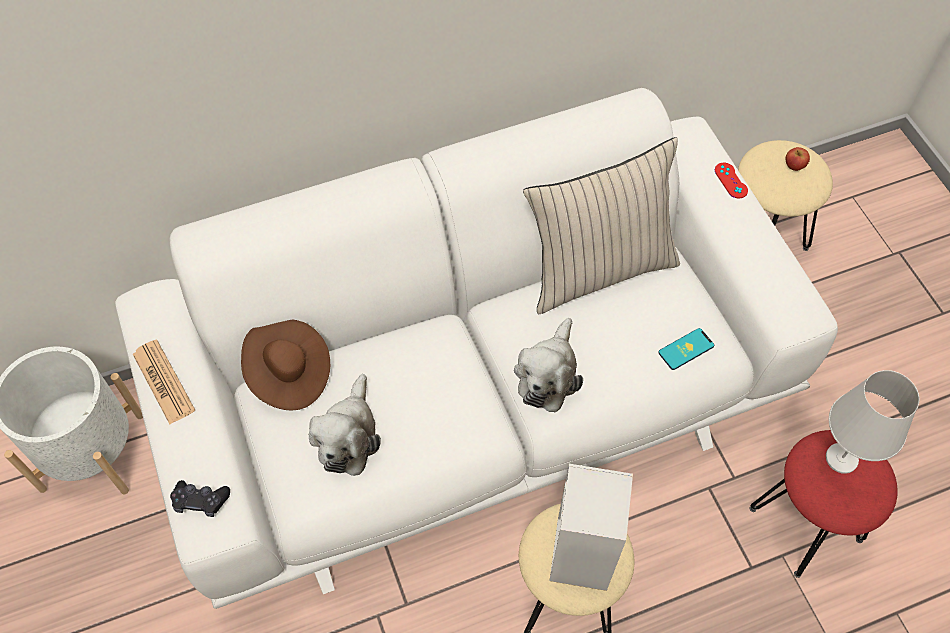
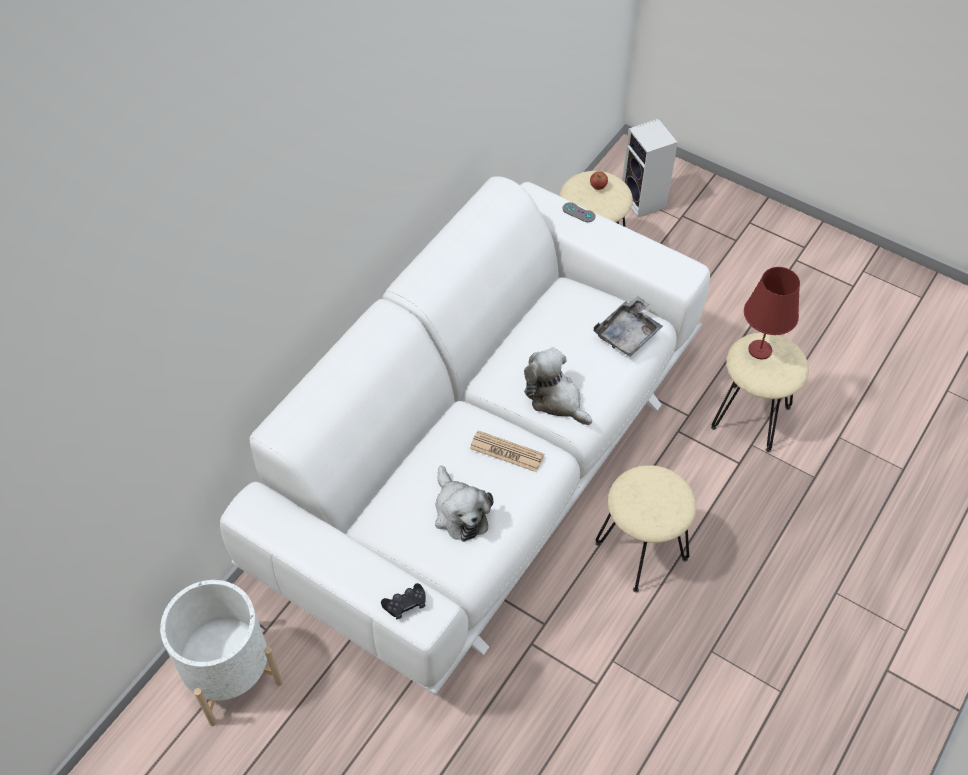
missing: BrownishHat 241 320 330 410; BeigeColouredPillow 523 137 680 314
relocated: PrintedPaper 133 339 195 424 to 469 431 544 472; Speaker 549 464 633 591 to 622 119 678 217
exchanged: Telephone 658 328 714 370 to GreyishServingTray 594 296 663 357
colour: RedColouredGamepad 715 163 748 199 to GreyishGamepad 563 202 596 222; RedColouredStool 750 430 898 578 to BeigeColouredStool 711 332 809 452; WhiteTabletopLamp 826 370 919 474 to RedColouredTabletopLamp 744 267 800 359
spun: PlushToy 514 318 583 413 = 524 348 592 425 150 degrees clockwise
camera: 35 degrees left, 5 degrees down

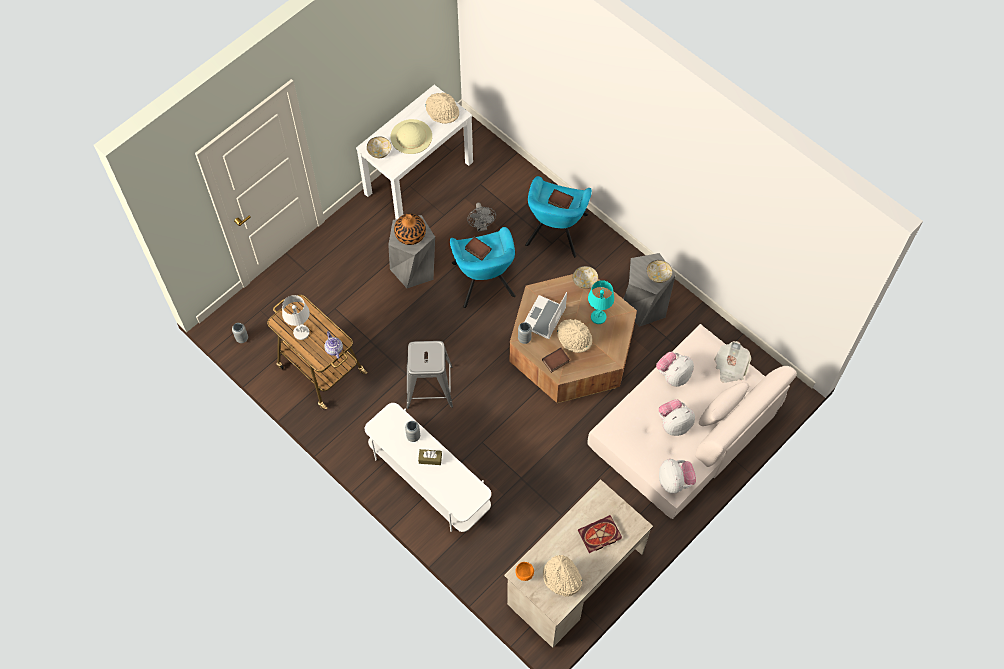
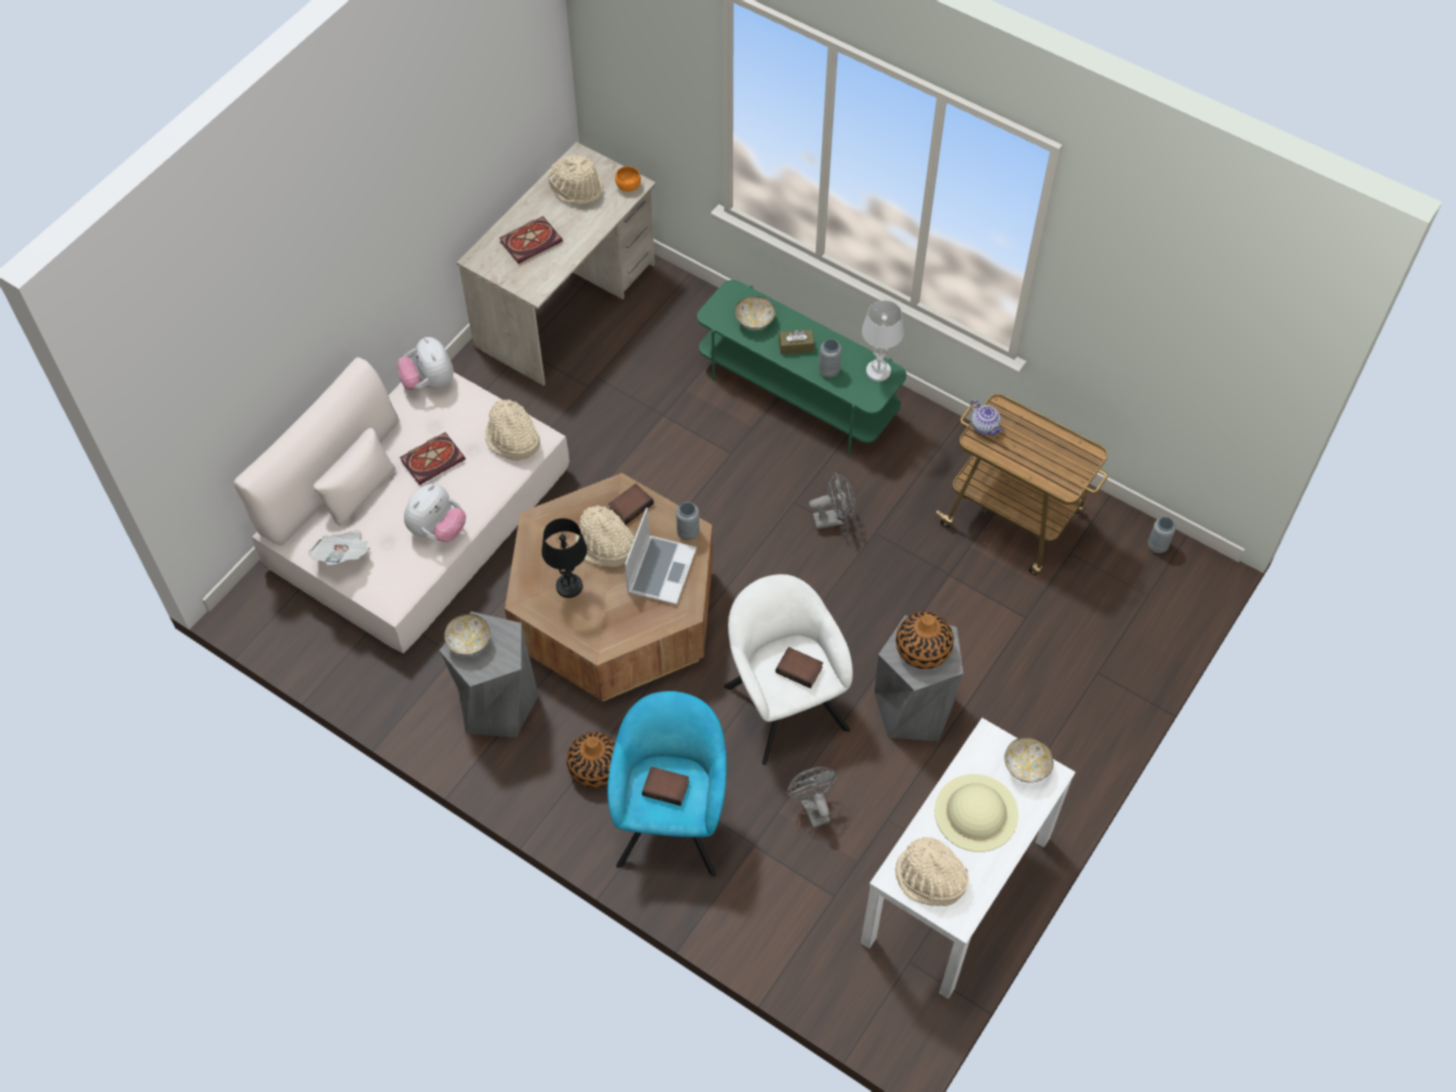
appeared: BeigeColouredHat 485 399 540 461; Vase 567 732 615 788
relocated: ServingBowl 573 266 598 289 to 735 296 775 330; WhiteTabletopLamp 282 295 310 340 to 862 300 904 381
exchanged: PlushToy 659 399 695 436 to Volume 400 432 466 485; GreyishStool 406 341 453 409 to GreyishFan 809 472 855 529
colour: BlueGreenTabletopLamp 588 280 614 324 to BlackishTabletopLamp 541 518 587 598; WhiteTvUnit 365 403 491 532 to GreenTvUnit 697 280 906 455; BlueGreenLoungeChair 450 227 516 308 to WhiteLoungeChair 724 574 853 765
camera: 170 degrees right, 5 degrees down

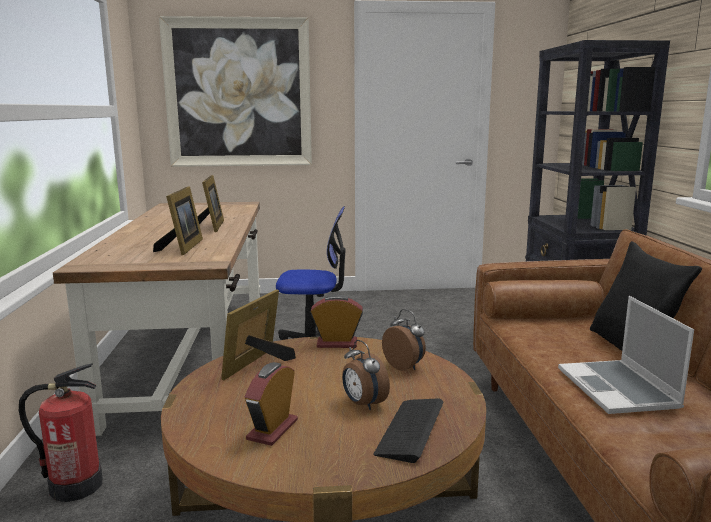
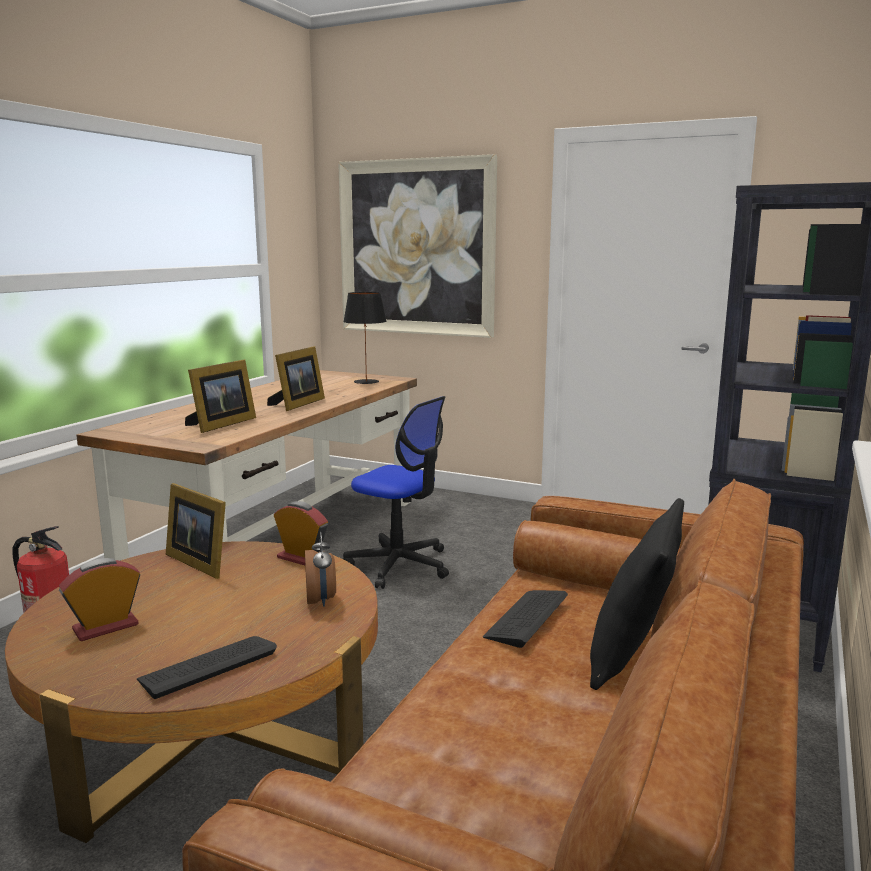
missing: TableClock 342 340 390 410; Laptop 558 296 694 414
appeared: BlackishTabletopLamp 343 292 386 384; Keyboard 483 590 568 648
spun: PictureFrame 221 289 296 380 = 166 483 226 579 105 degrees counterclockwise
camera: 30 degrees right, 0 degrees up

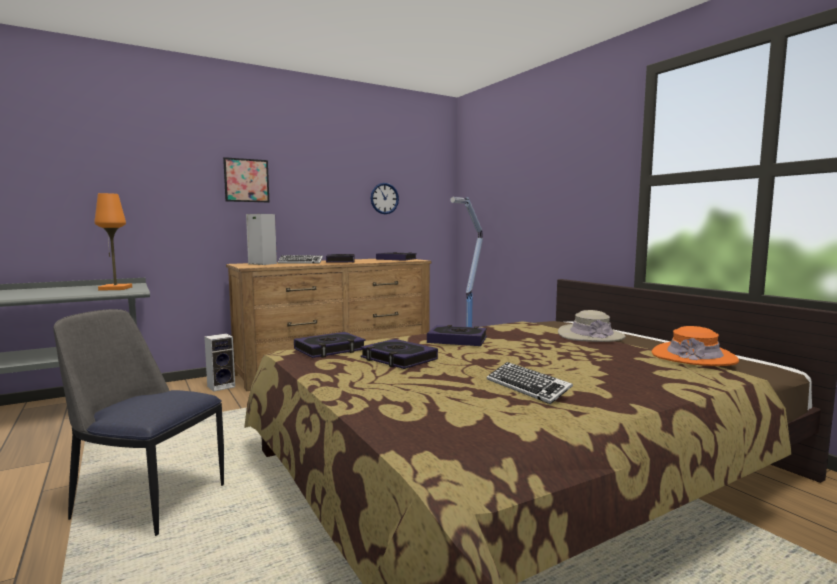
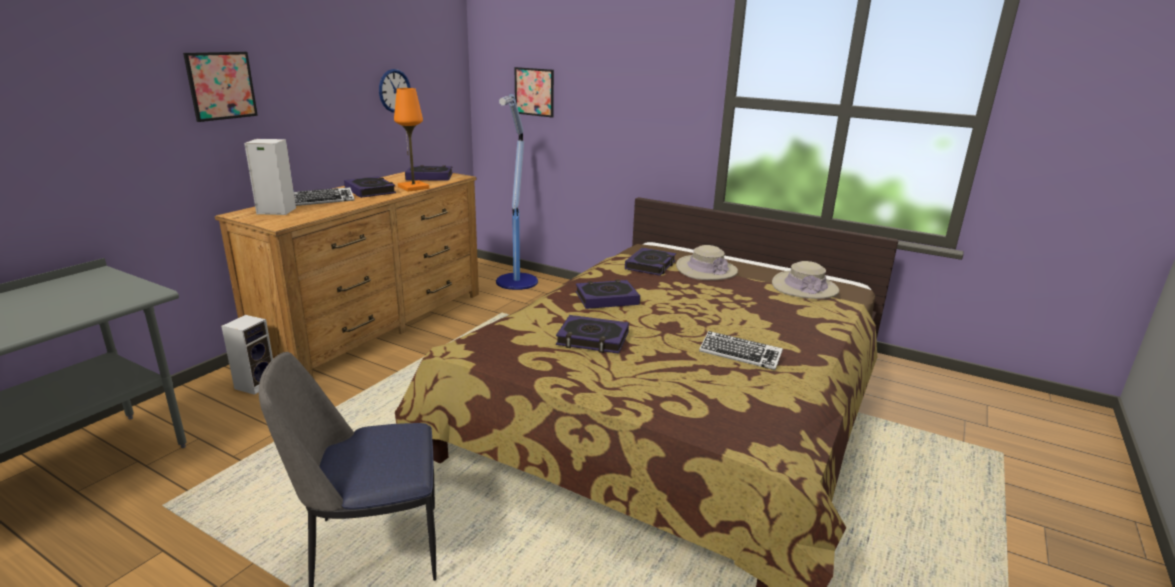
appeared: Picture 515 67 554 117
relocated: OrangeColouredTabletopLamp 94 193 132 291 to 394 88 429 192; Volume 294 332 366 358 to 625 248 676 276
colour: OrangeColouredHat 652 326 739 366 to BeigeColouredHat 772 261 839 299
camera: 30 degrees left, 15 degrees up

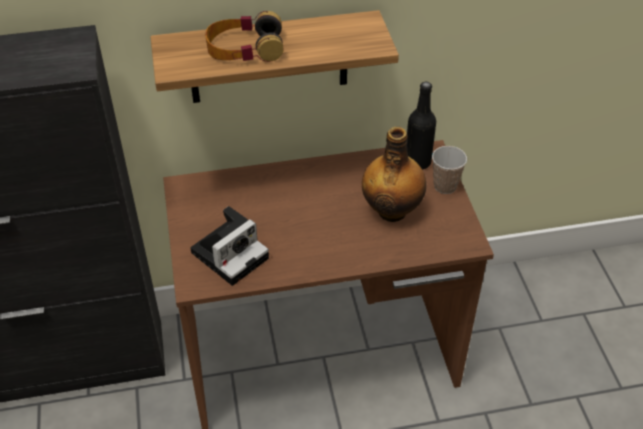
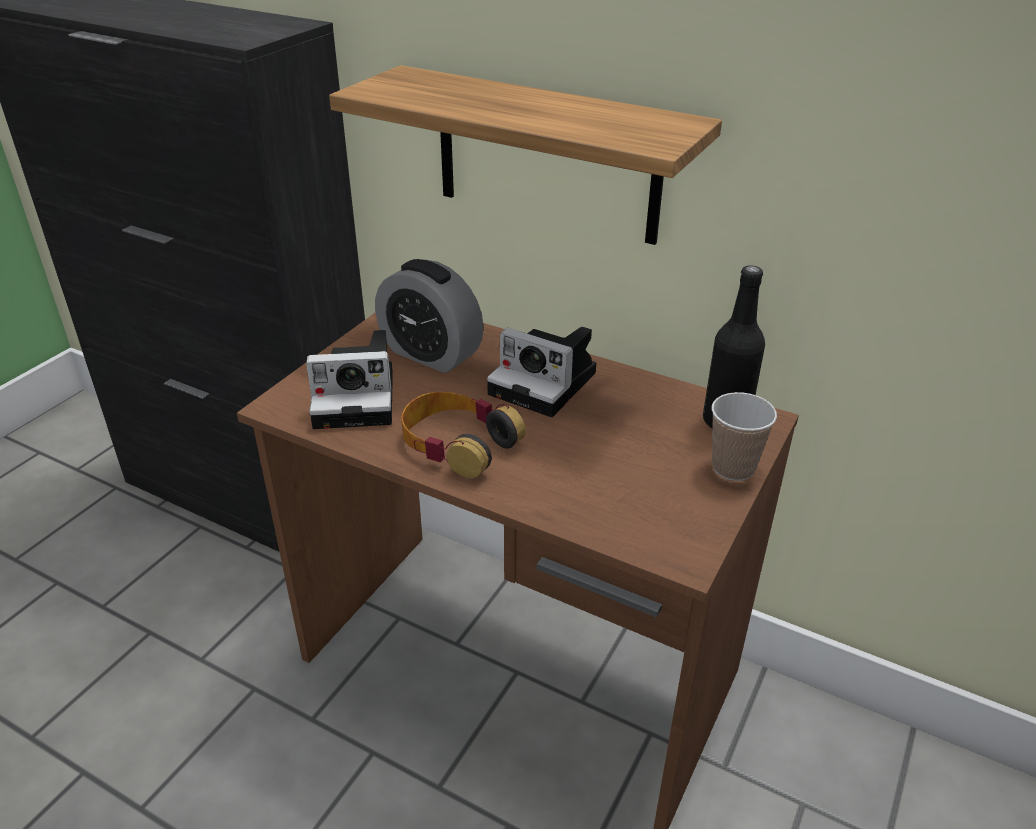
missing: DrinkBottle 362 127 426 222
appeared: TableClock 375 259 484 373; PhotoCamera 487 327 597 417
relocated: Headphones 205 11 284 62 to 401 392 526 478
camera: 40 degrees right, 10 degrees down

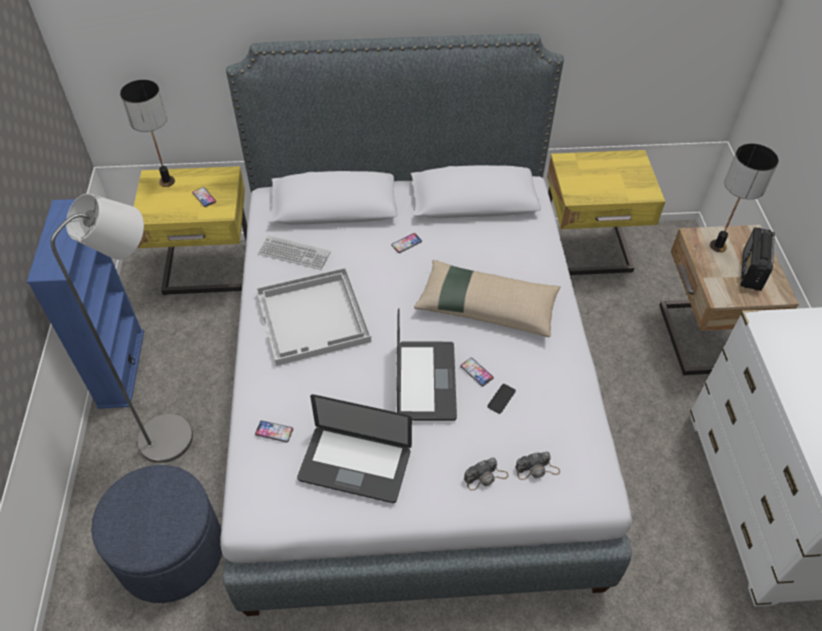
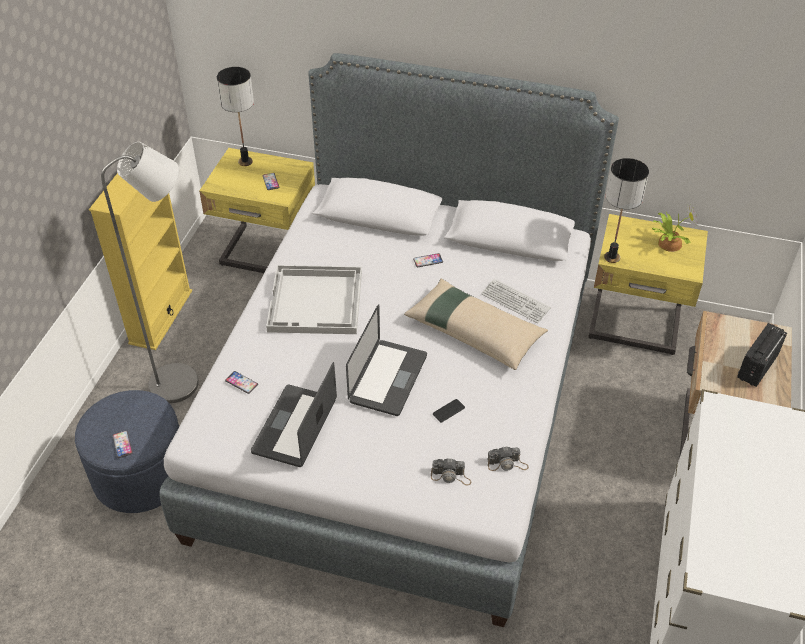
appeared: Houseplant 652 204 698 252
relocated: Telephone 460 358 494 386 to 112 431 133 458; Keyboard 258 235 331 270 to 481 279 551 323; PhotoCamera 464 458 509 491 to 487 447 529 471; TabletopLamp 710 143 779 252 to 604 158 649 263
colour: BlueColouredBookshelf 27 199 144 409 to YellowBookshelf 89 173 192 350
spun: Laptop 297 394 412 503 = 251 362 337 467 75 degrees clockwise
camera: 20 degrees right, 5 degrees down

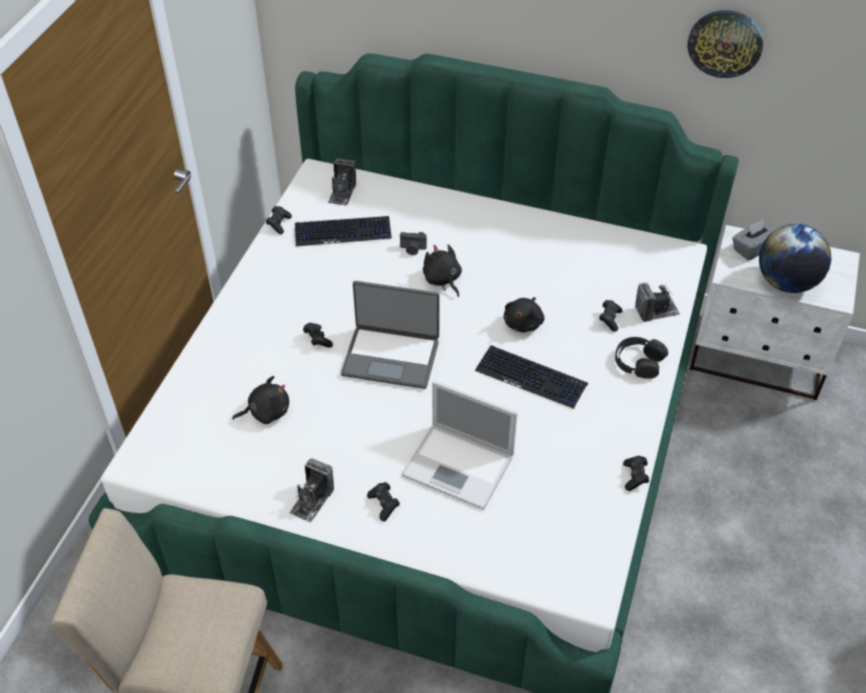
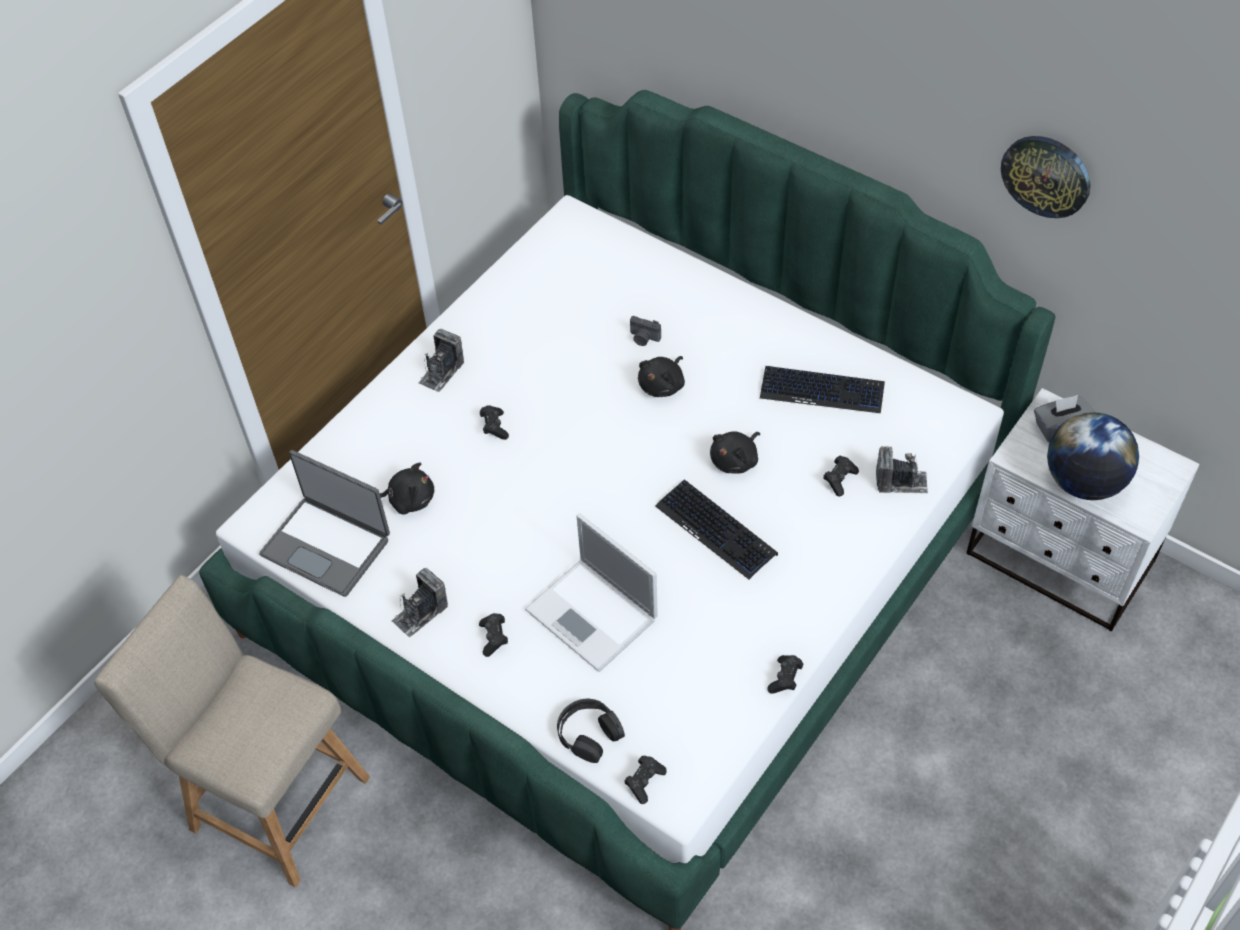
relocated: Laptop 341 281 440 389 to 259 450 390 597; PhotoCamera 328 158 356 206 to 418 329 464 392; BlackishHeadphones 615 337 668 379 to 557 699 625 763; BlackishGamepad 266 206 292 234 to 624 755 667 804; Keyboard 295 216 392 246 to 760 366 885 413
spun: BlackishPlushToy 423 244 462 297 = 638 356 685 397 135 degrees counterclockwise
camera: 20 degrees right, 5 degrees up

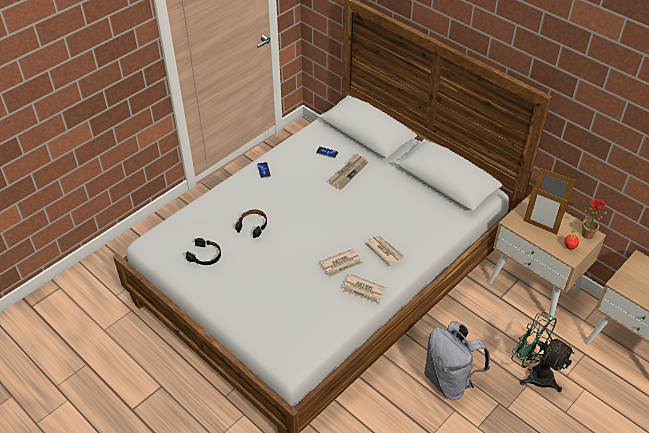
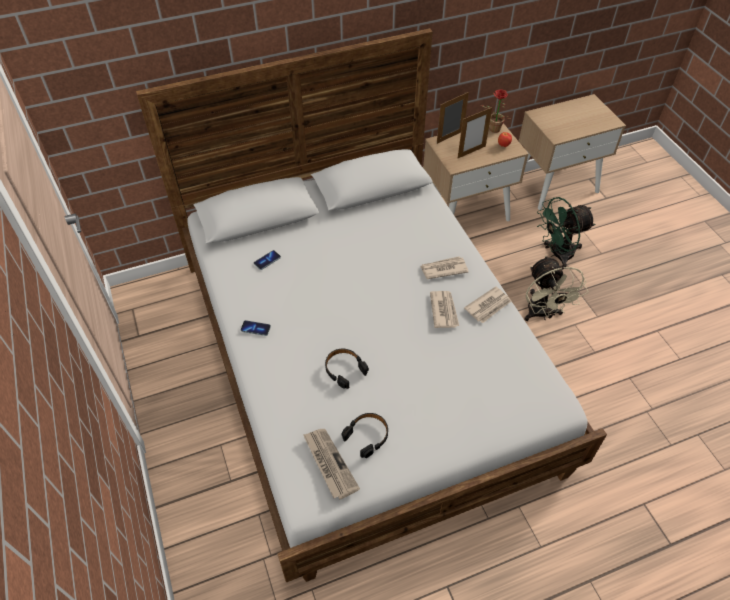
relocated: PrintedPaper 328 153 368 190 to 303 429 360 499
exchanged: GreyishBackpack 424 321 490 400 to BeigeColouredFan 524 255 588 321
camera: 65 degrees left, 5 degrees up

